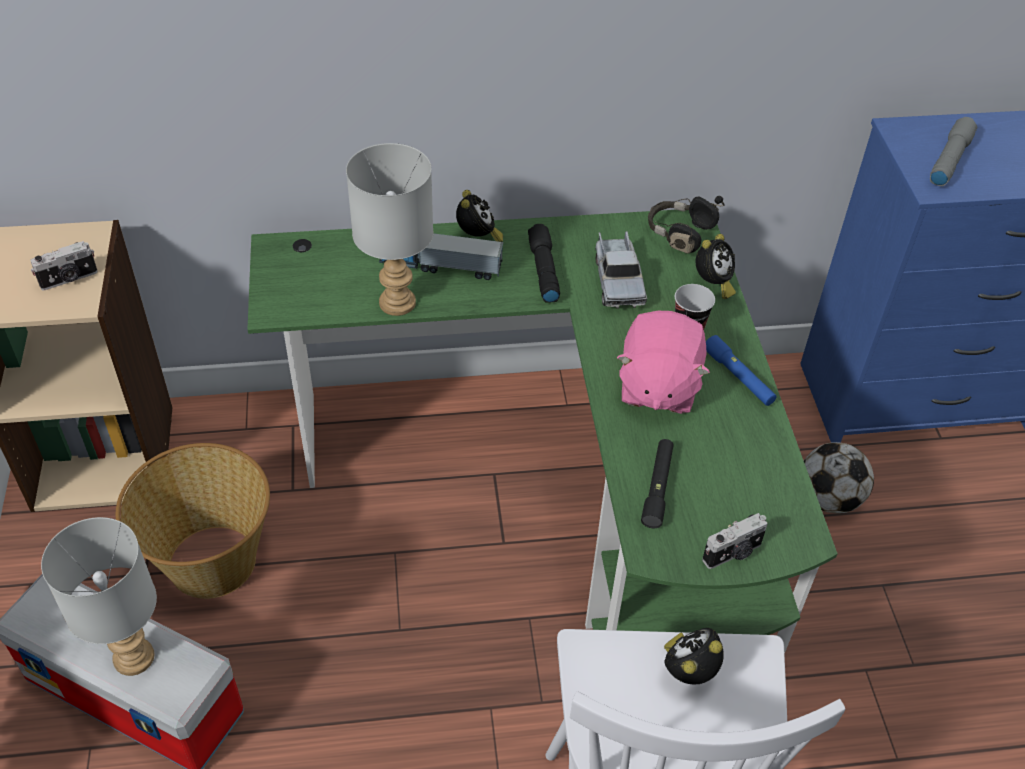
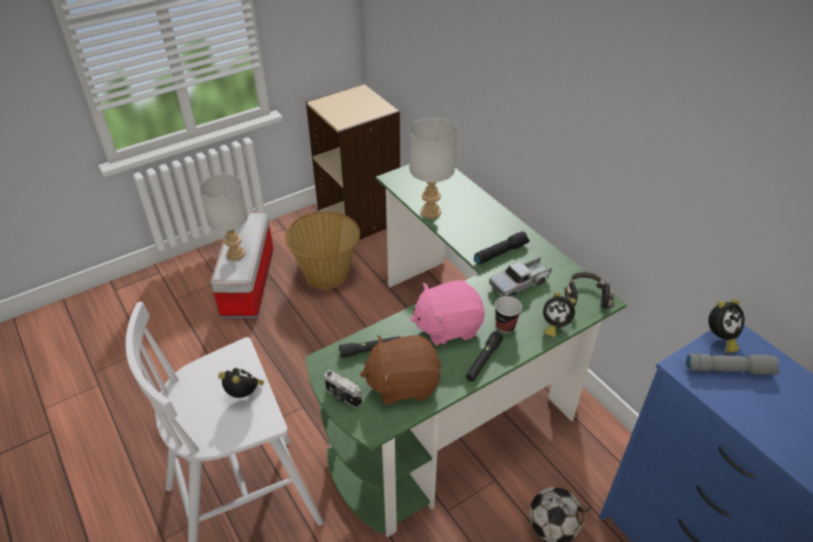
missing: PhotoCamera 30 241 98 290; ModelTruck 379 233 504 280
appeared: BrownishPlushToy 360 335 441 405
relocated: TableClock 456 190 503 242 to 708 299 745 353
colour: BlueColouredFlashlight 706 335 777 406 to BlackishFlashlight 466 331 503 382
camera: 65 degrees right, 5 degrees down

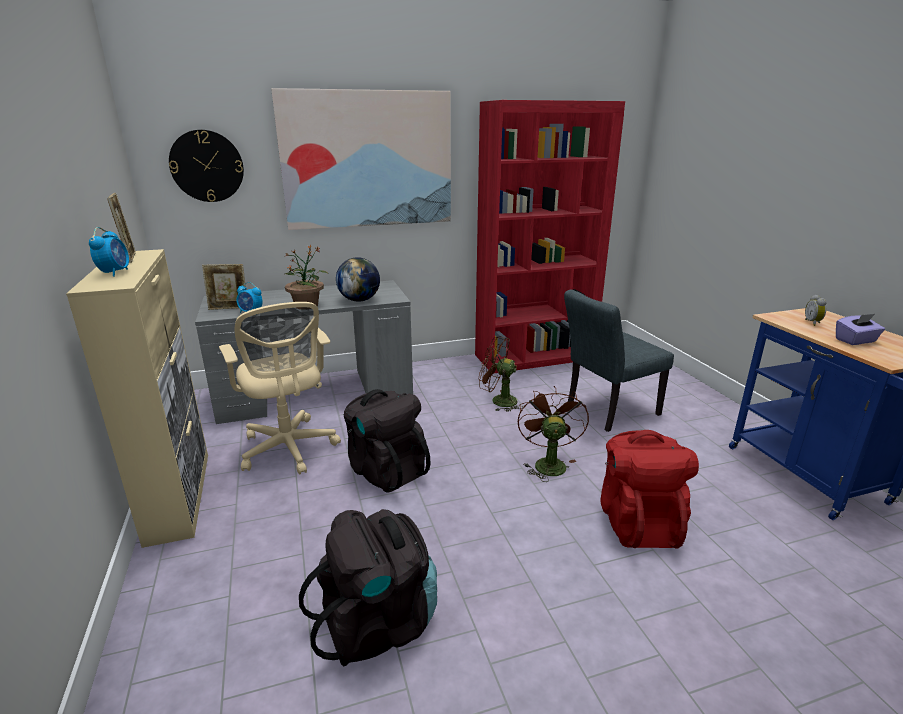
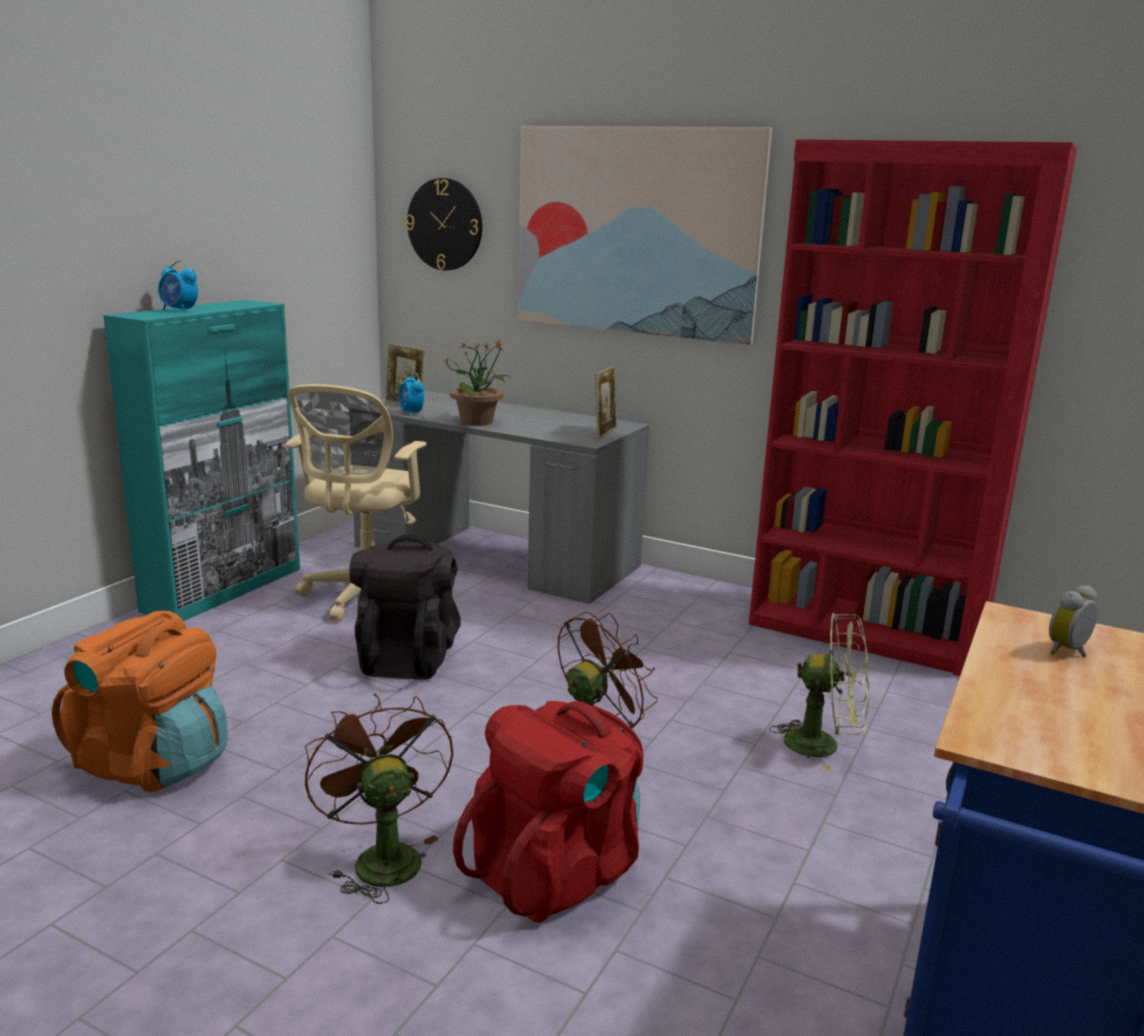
missing: WorldGlobe 336 257 380 302; PurpleTissueBox 836 314 885 345
relocated: BrownishFan 479 336 523 412 to 305 693 454 904; PictureFrame 107 193 136 263 to 595 366 617 439
exchanged: GreyishPlainChair 564 290 674 432 to GreenFan 769 613 869 771
colour: BlackishBackpack 299 509 437 666 to OrangeColouredBackpack 52 611 228 792; BeigeColouredCupboard 66 249 208 548 to BlueGreenCupboard 103 300 300 621
spun: TableClock 89 227 129 277 = 158 261 198 312 75 degrees clockwise
camera: 45 degrees right, 5 degrees down

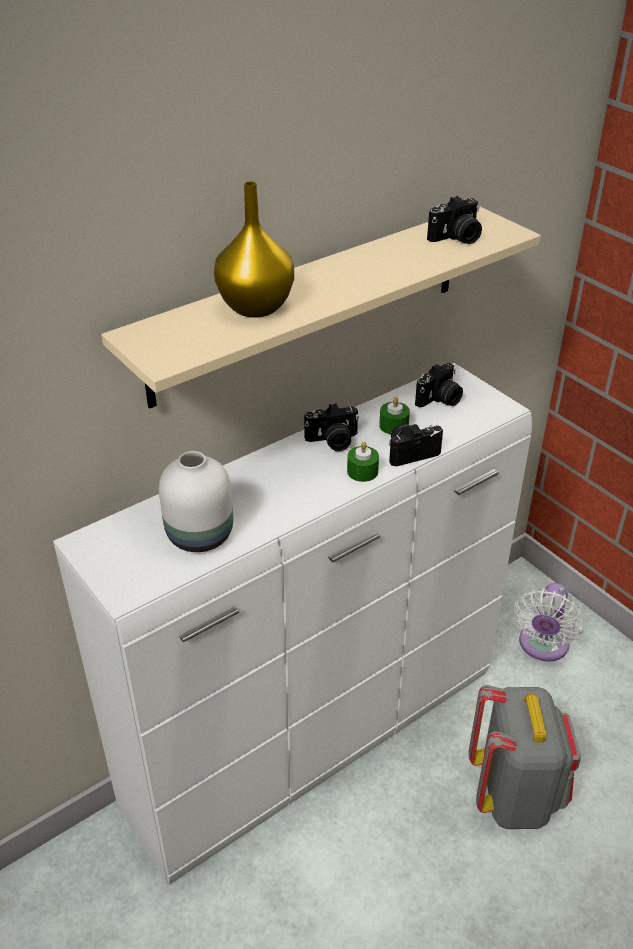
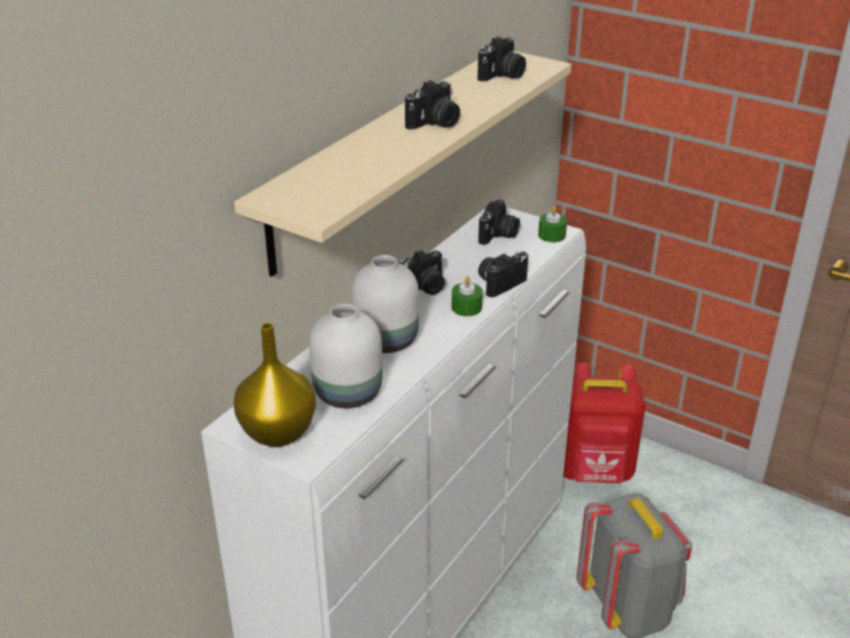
appeared: WhiteVase 351 255 419 353; PhotoCamera 405 80 460 130
relocated: YellowVase 214 181 294 318 to 234 323 316 447; GreenWaxCandle 379 397 410 435 to 538 206 567 242
exchanged: WhiteFan 513 583 584 662 to RedColouredBackpack 563 363 645 483
camera: 20 degrees left, 5 degrees down

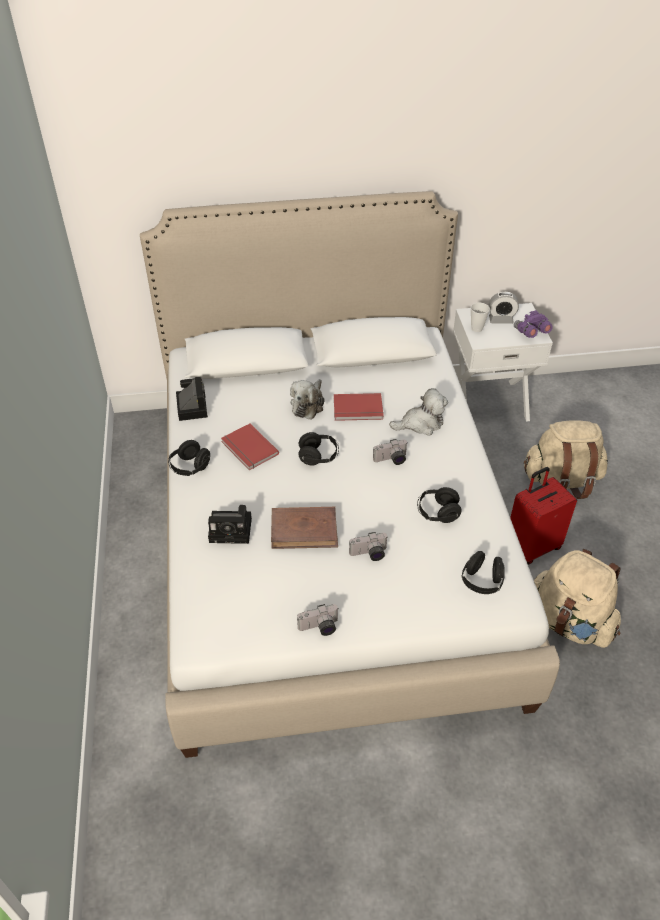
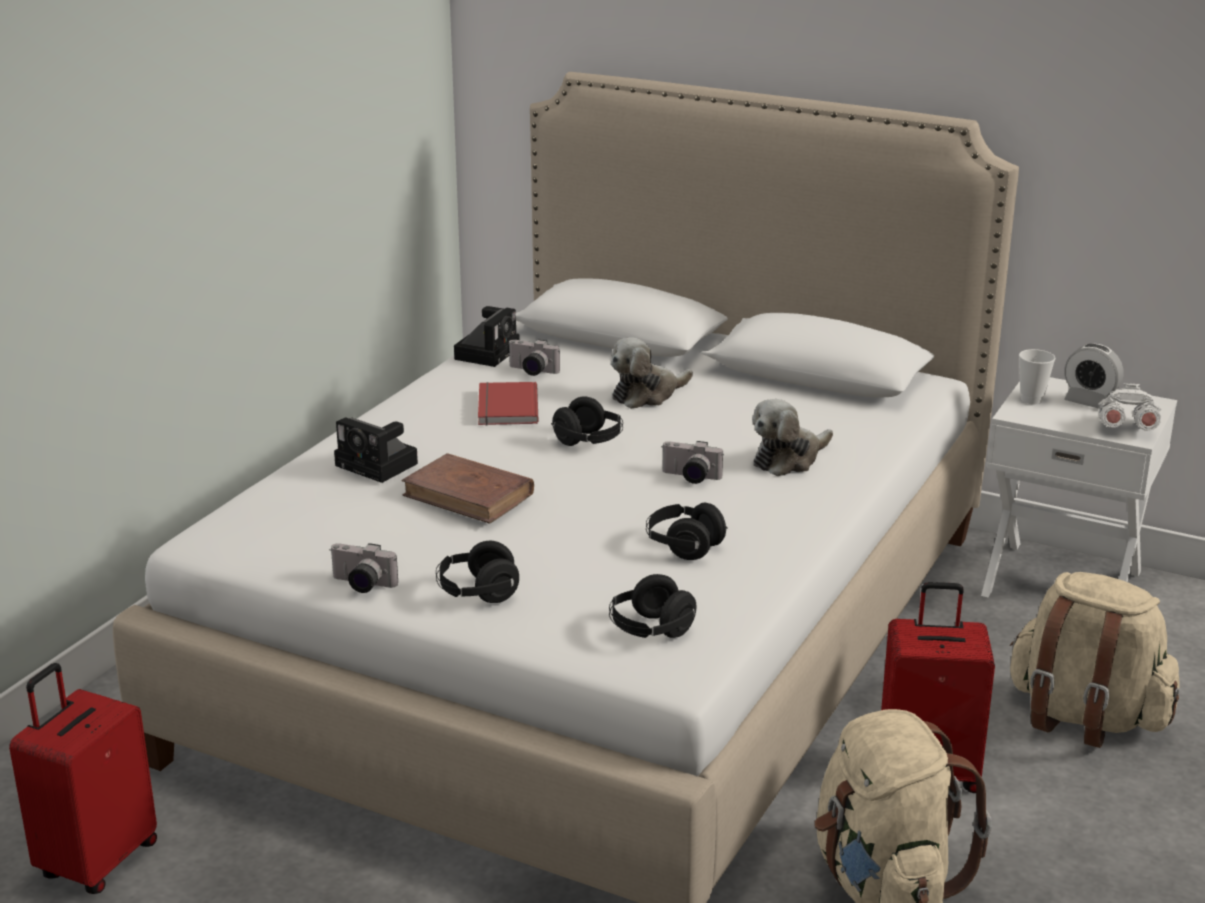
missing: RedColouredVolume 334 393 384 421
appeared: RedColouredPieceOfLuggage 9 663 157 894
relocated: BlackishHeadphones 168 440 210 476 to 436 541 519 603; PhotoCamera 349 532 388 561 to 508 339 560 376
colour: PurpleBinoculars 514 310 553 338 to WhiteBinoculars 1099 383 1161 431
spun: PlushToy 389 388 448 436 = 752 399 833 476 120 degrees clockwise
camera: 35 degrees right, 20 degrees down

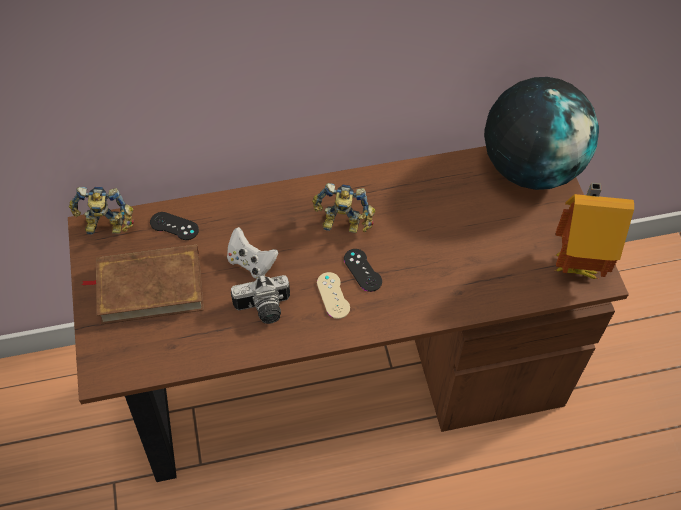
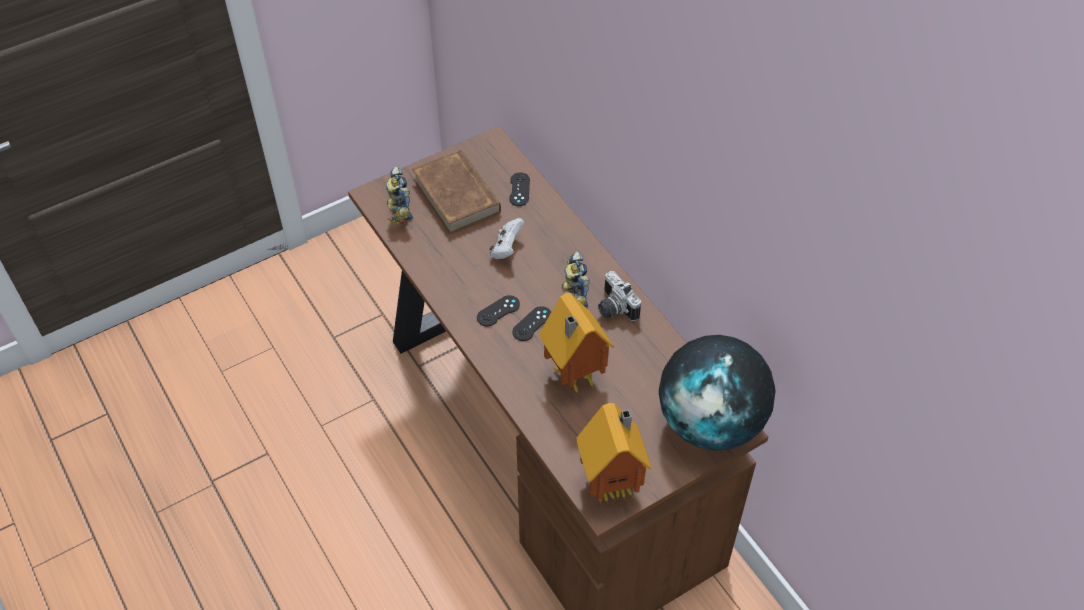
appeared: ToyHouse 539 293 614 393
relocated: ToyRobot 69 187 134 234 to 385 166 413 225; PhotoCamera 231 274 290 324 to 598 271 641 321
colour: BeigeColouredGamepad 317 272 350 319 to BlackishGamepad 477 295 520 326
camera: 70 degrees right, 5 degrees down

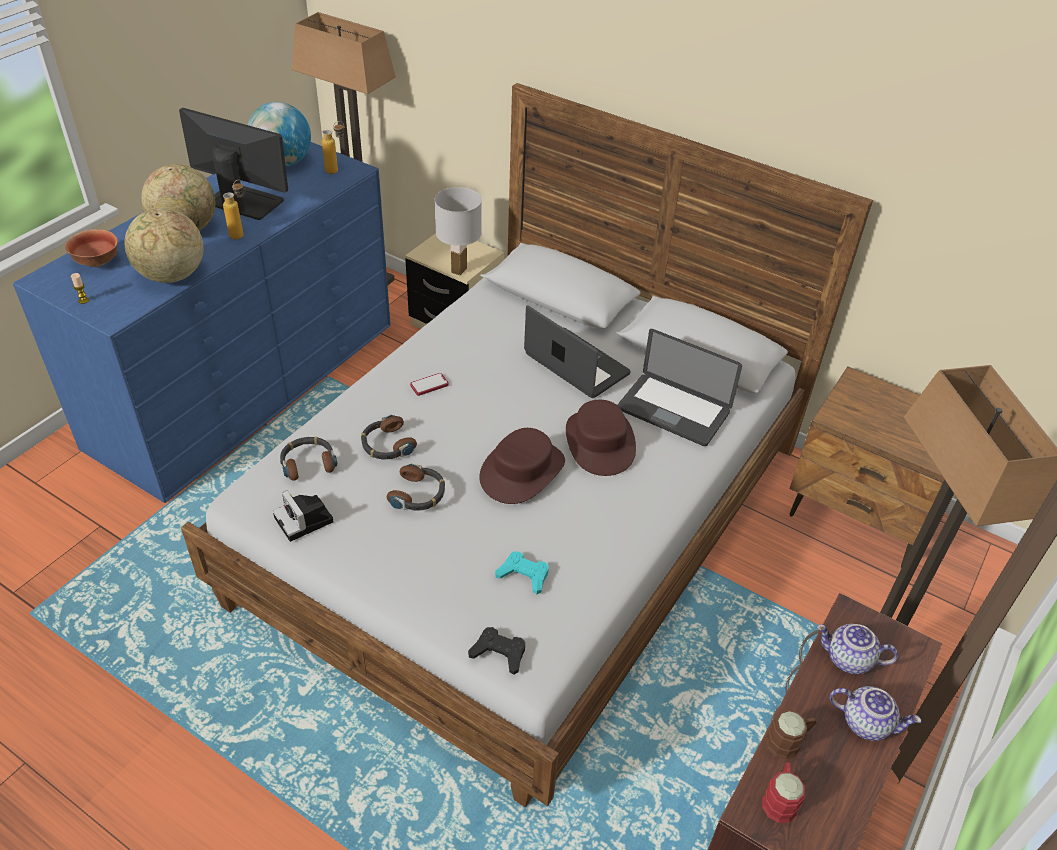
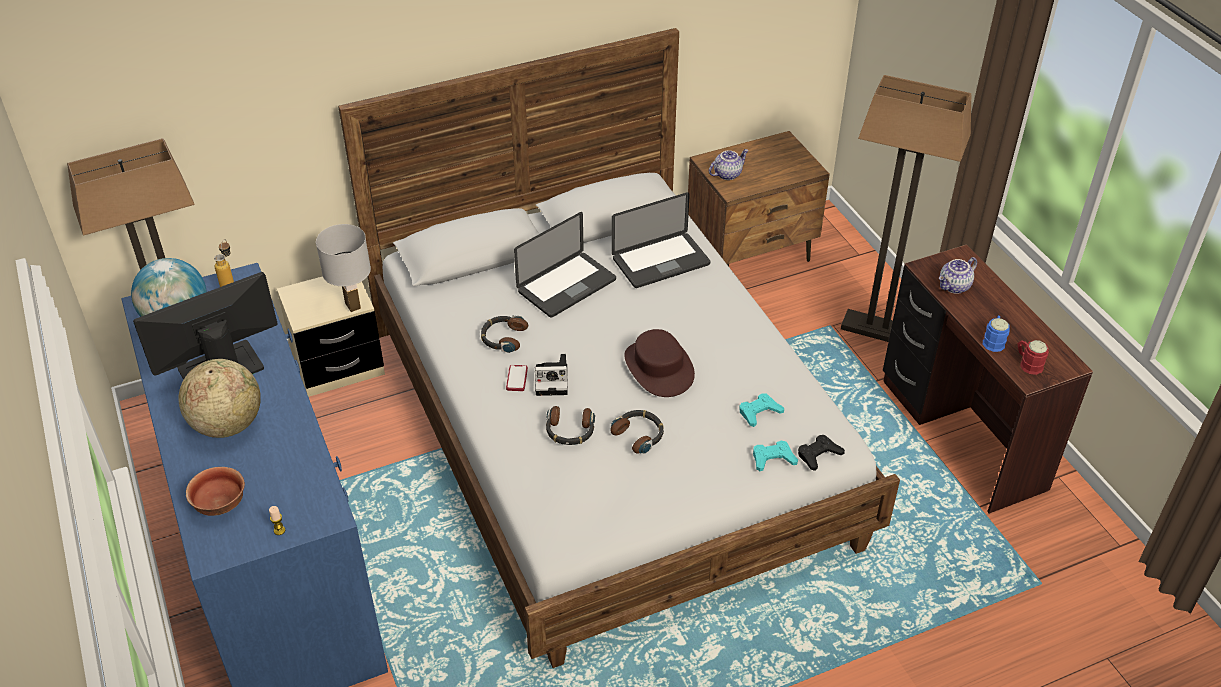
missing: WorldGlobe 124 208 203 283; DrinkBottle 223 180 244 240; BrownishHat 566 400 636 476
appeared: BlueGreenGamepad 753 441 798 471
relocated: Headphones 280 437 338 481 to 481 315 528 353; PhotoCamera 273 490 334 542 to 535 354 568 396; PotForTea 830 686 922 741 to 709 149 749 180
colour: BrownishMug 765 710 817 759 to BlueColouredMug 983 316 1010 352
spun: Laptop 524 305 631 398 = 514 212 616 318 150 degrees clockwise
camera: 55 degrees left, 0 degrees up

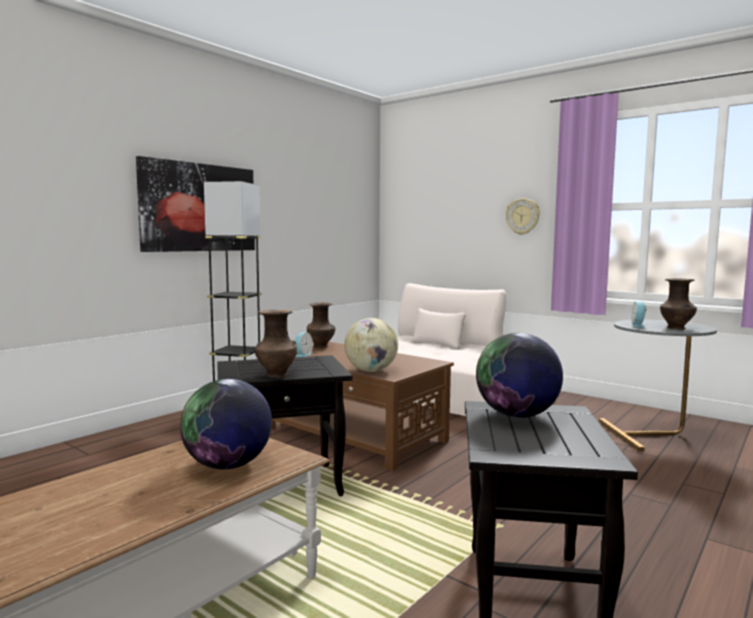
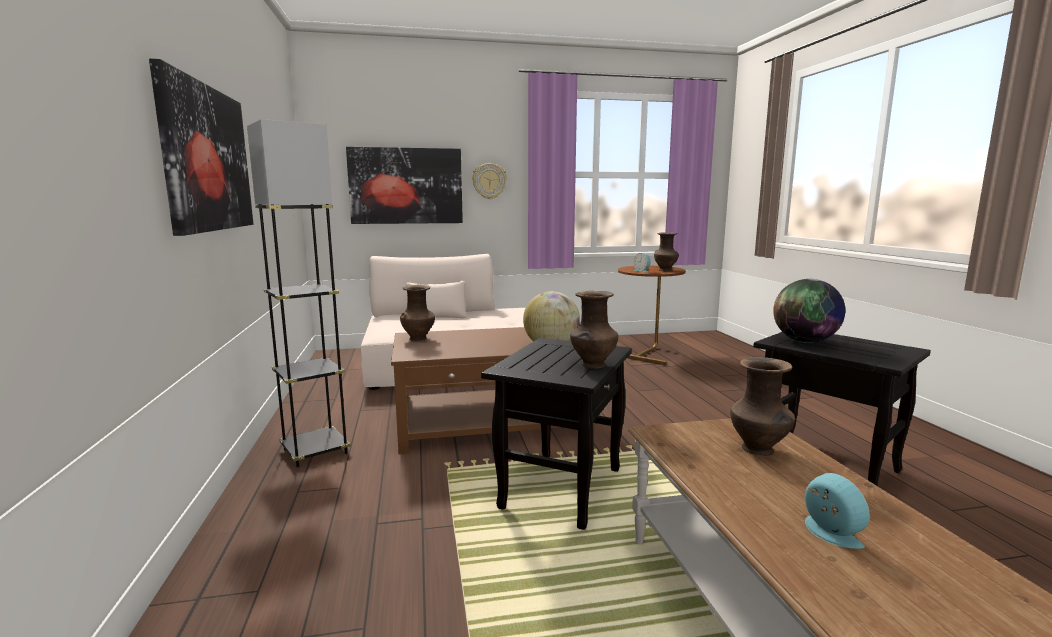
appeared: Picture 346 147 463 224
relocated: TableClock 295 332 313 357 to 805 473 870 549
exchanged: WorldGlobe 180 379 272 470 to BrownishVase 730 357 795 456
colour: GreyishEndTable 599 320 717 452 to BrownishEndTable 618 266 686 365
camera: 50 degrees left, 5 degrees up

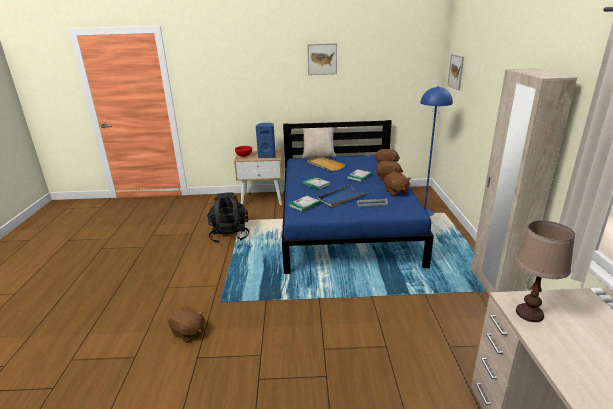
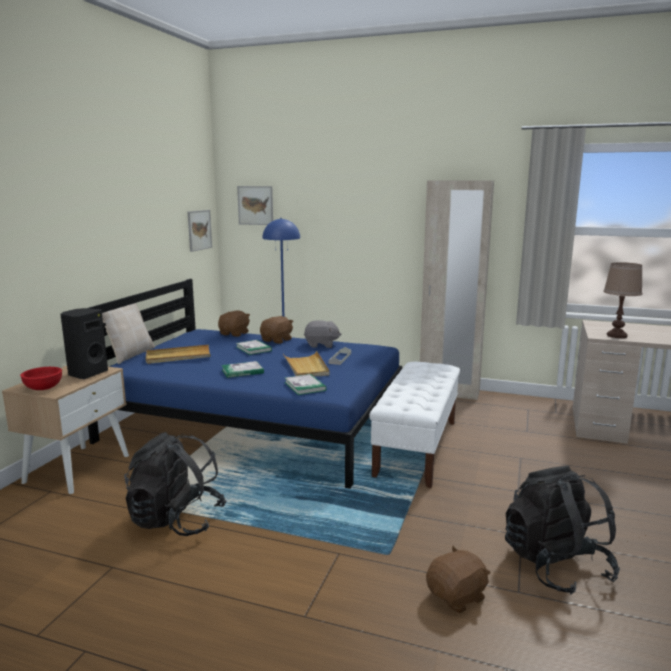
appeared: WhiteLongSeat 369 362 460 488; BlackishBackpack 505 465 620 595
relocated: Picture 307 43 337 75 to 188 210 212 252
colour: BlueColouredSpeaker 256 123 276 158 to BlackishSpeaker 60 308 108 379; BlueColouredServingTray 318 185 367 207 to BeigeColouredServingTray 283 351 330 376; BrownishPlushToy 384 172 411 196 to GreyishPlushToy 304 320 342 348
camera: 70 degrees left, 10 degrees down

